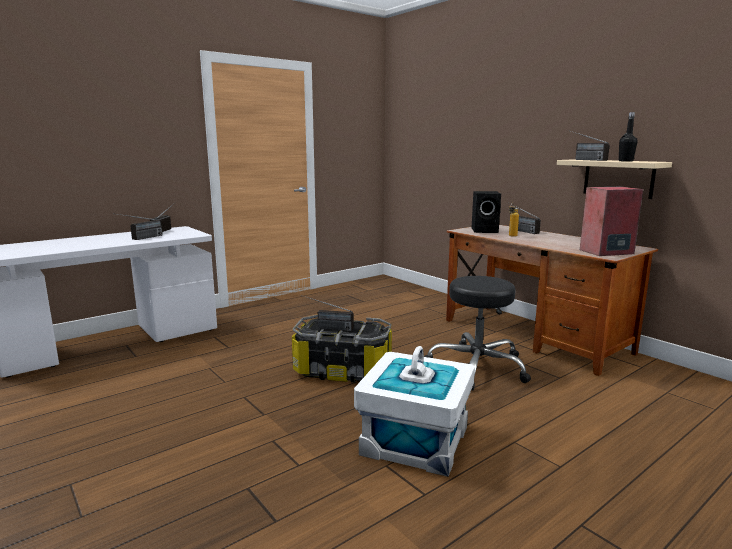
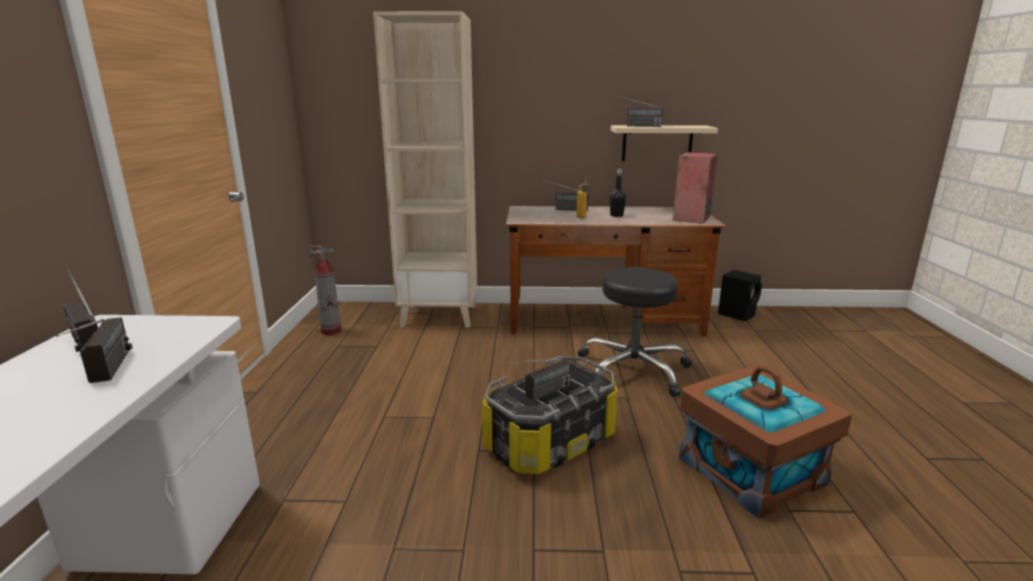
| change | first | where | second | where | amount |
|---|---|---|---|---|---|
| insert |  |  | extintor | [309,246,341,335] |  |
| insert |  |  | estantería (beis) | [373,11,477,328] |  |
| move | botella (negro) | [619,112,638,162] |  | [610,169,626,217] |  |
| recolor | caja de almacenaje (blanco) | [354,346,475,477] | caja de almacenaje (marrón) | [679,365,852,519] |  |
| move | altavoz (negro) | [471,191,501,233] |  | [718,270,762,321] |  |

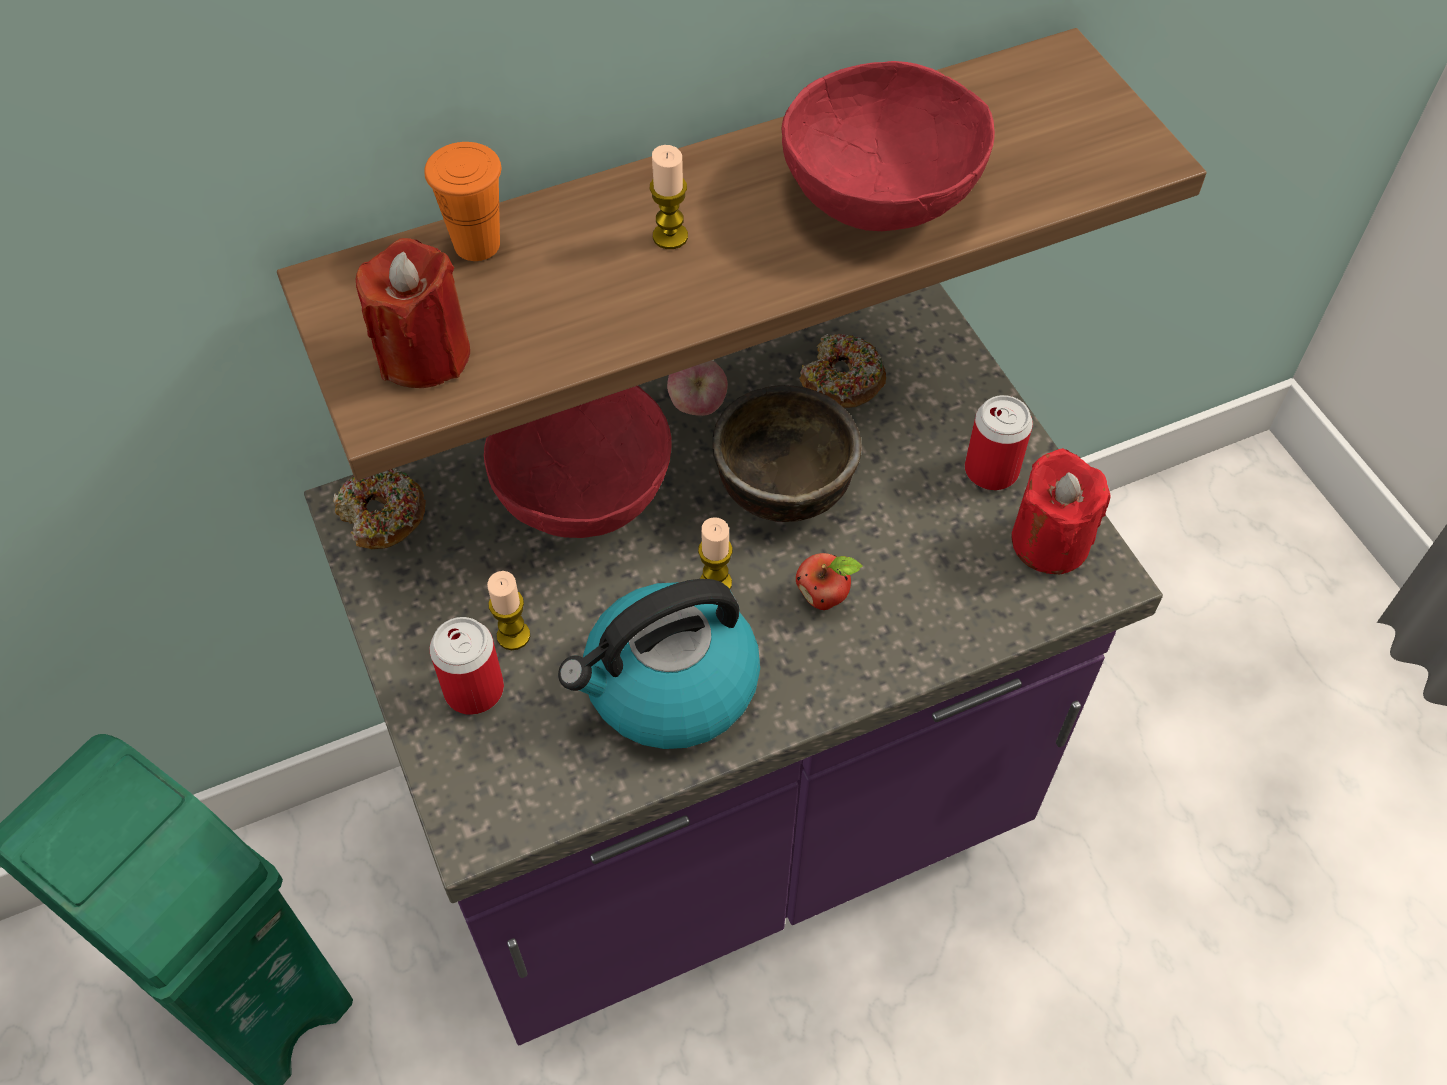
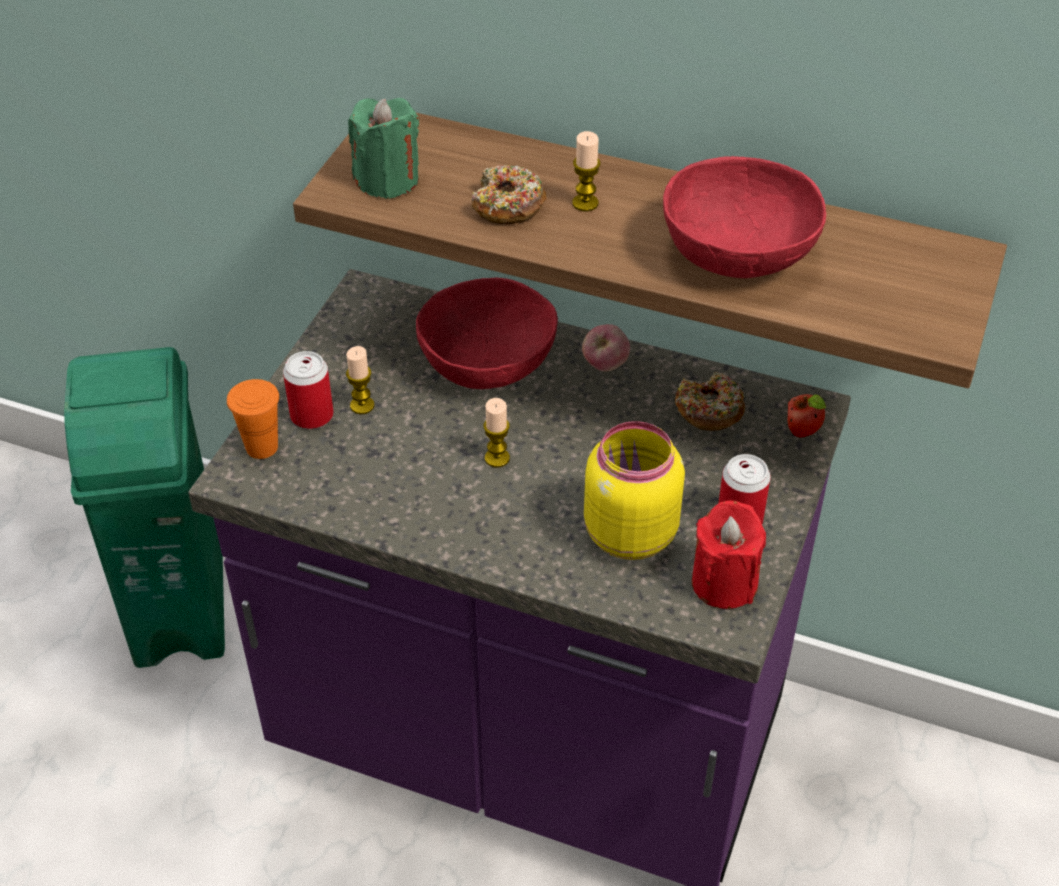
| change | first | where | second | where | amount |
|---|---|---|---|---|---|
| move | taza (naranja) | [424,142,501,261] |  | [227,379,279,459] |  |
| recolor | vela (rojo) | [356,238,470,388] | vela (verde) | [348,98,419,199] |  |
| move | rosquilla | [333,468,426,549] |  | [471,165,547,224] |  |
| insert |  |  | tarro (amarillo) | [584,421,685,560] |  |
| move | manzana | [796,553,863,610] |  | [788,394,826,438] |  |
| delete | hervidor | [558,579,760,749] |  |  |  |
| delete | cuenco (marrón) | [712,385,862,522] |  |  |  |

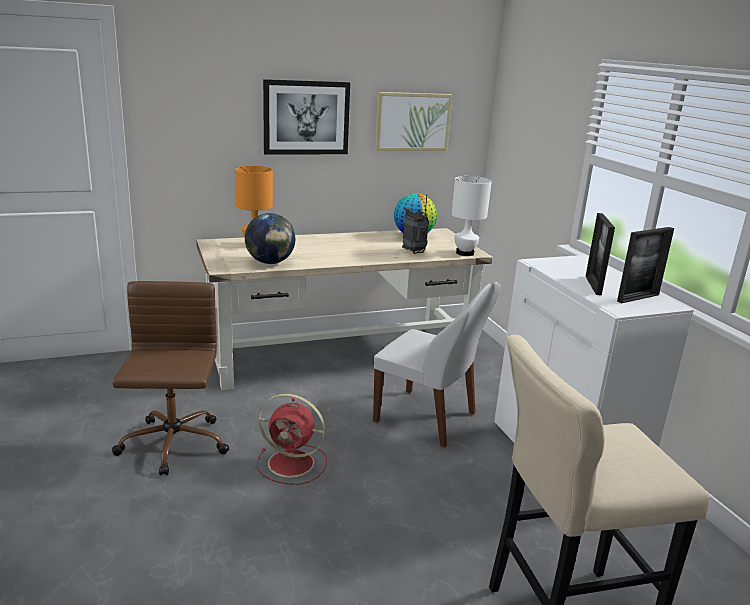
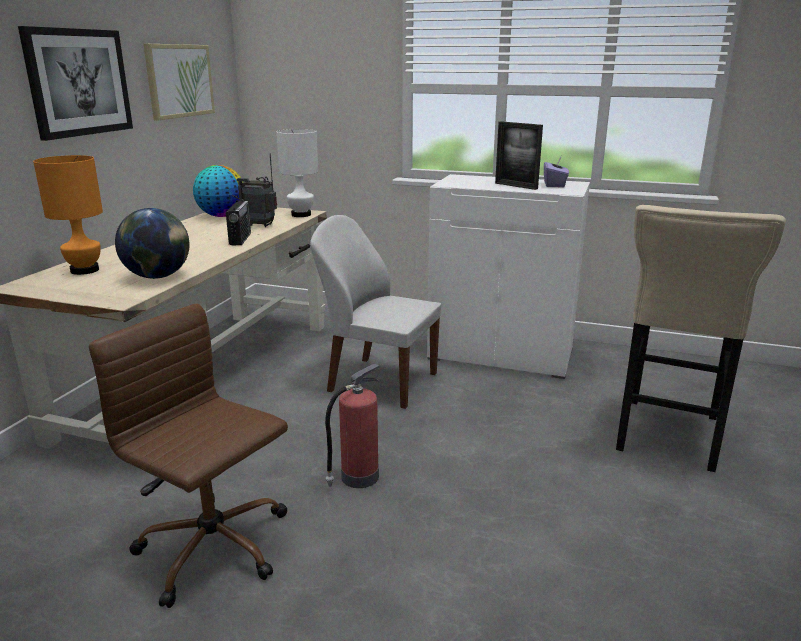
| change | first | where | second | where | amount |
|---|---|---|---|---|---|
| insert |  |  | radio | [226,195,251,245] |  |
| rotate | silla (blanco) | [373,282,501,448] |  | [310,215,441,409] | 135 degrees counterclockwise |
| replace | ventilador (rojo) | [257,394,327,485] | extintor | [325,363,379,488] |  |
| replace | portarretratos | [617,227,674,303] | caja de pañuelos (morado) | [544,157,569,187] |  |

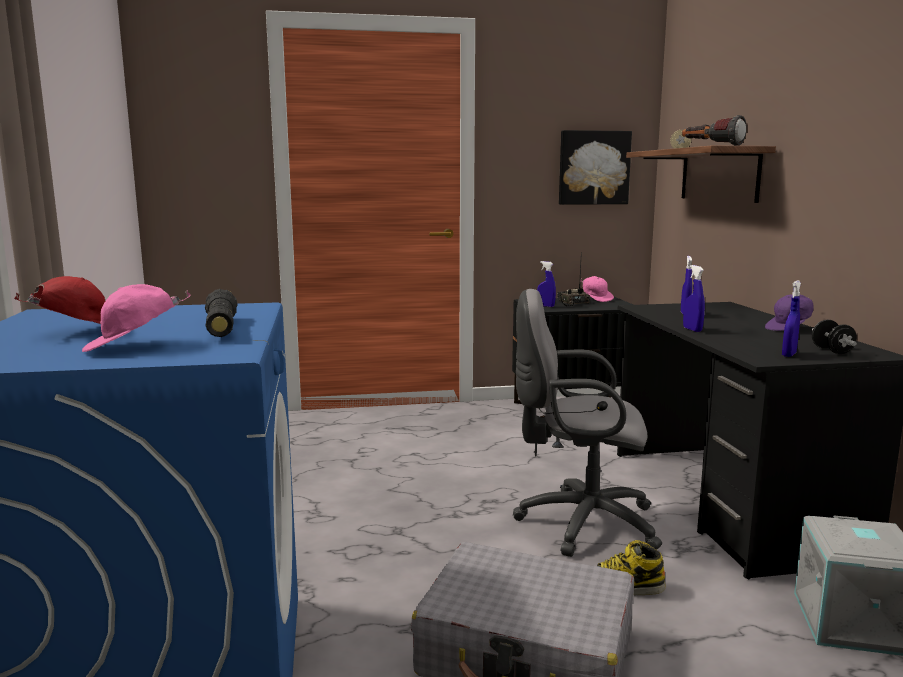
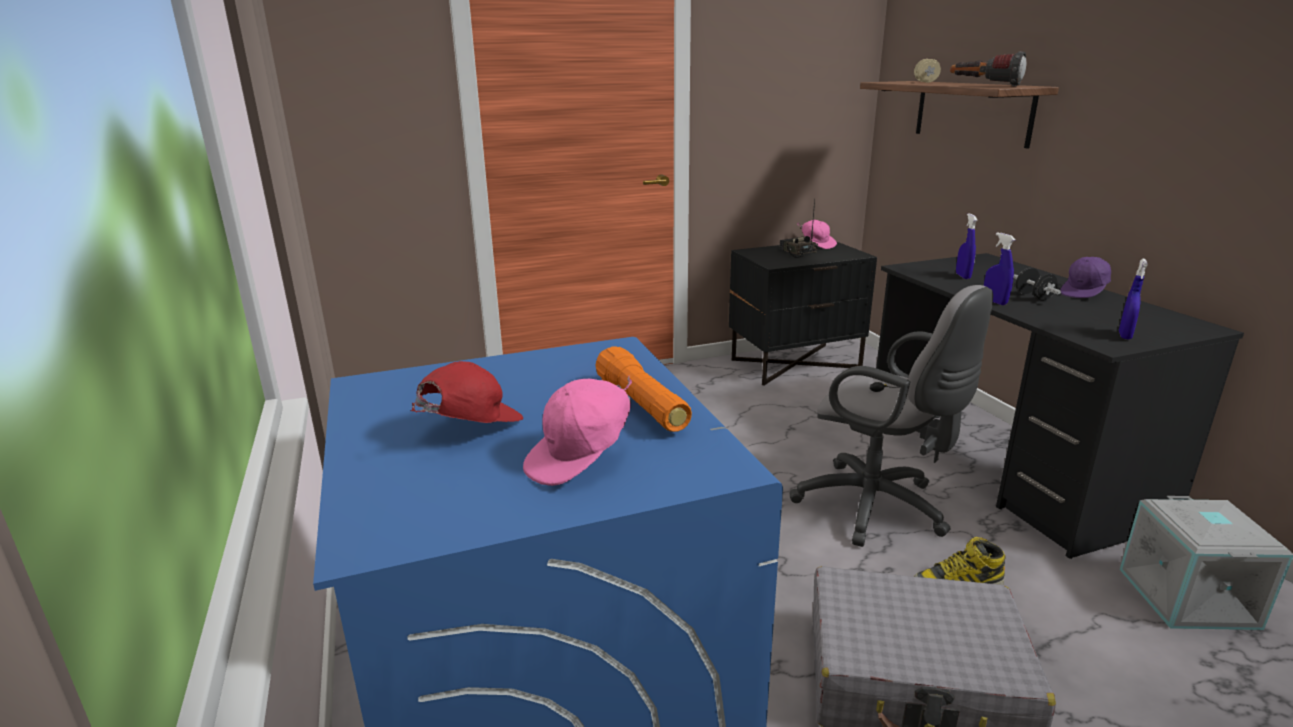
| change | first | where | second | where | amount |
|---|---|---|---|---|---|
| recolor | linterna (negro) | [205,289,237,337] | linterna (naranja) | [595,346,692,432] |  |
| rotate | silla de oficina (gris) | [513,289,662,557] |  | [790,285,993,547] | 135 degrees counterclockwise |
| move | mancuerna (negro) | [812,320,857,354] |  | [1014,268,1061,301] |  |
| delete | pulverizador (azul) | [537,261,556,307] |  |  |  |
| delete | cuadro | [559,130,632,205] |  |  |  |

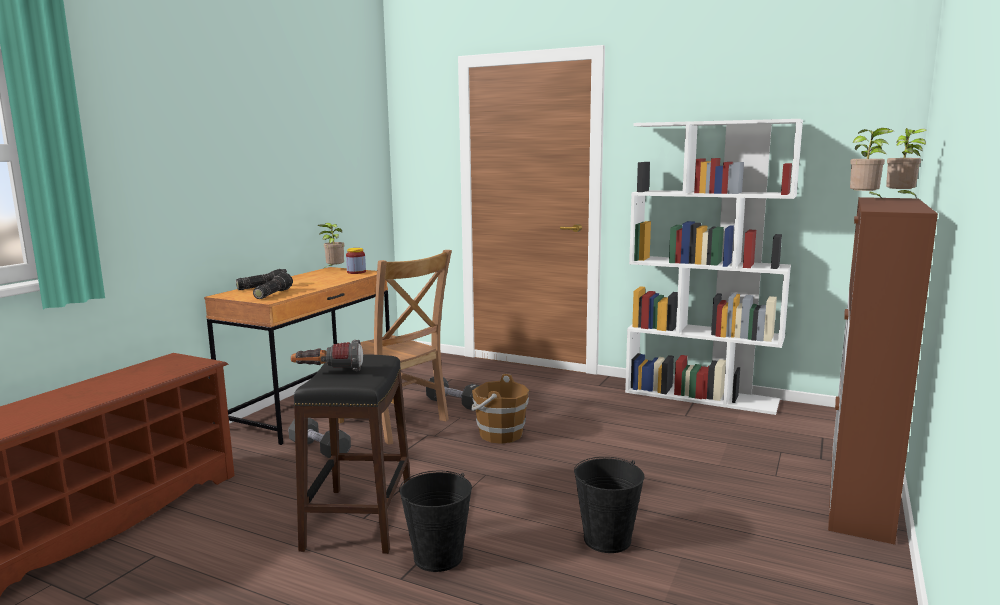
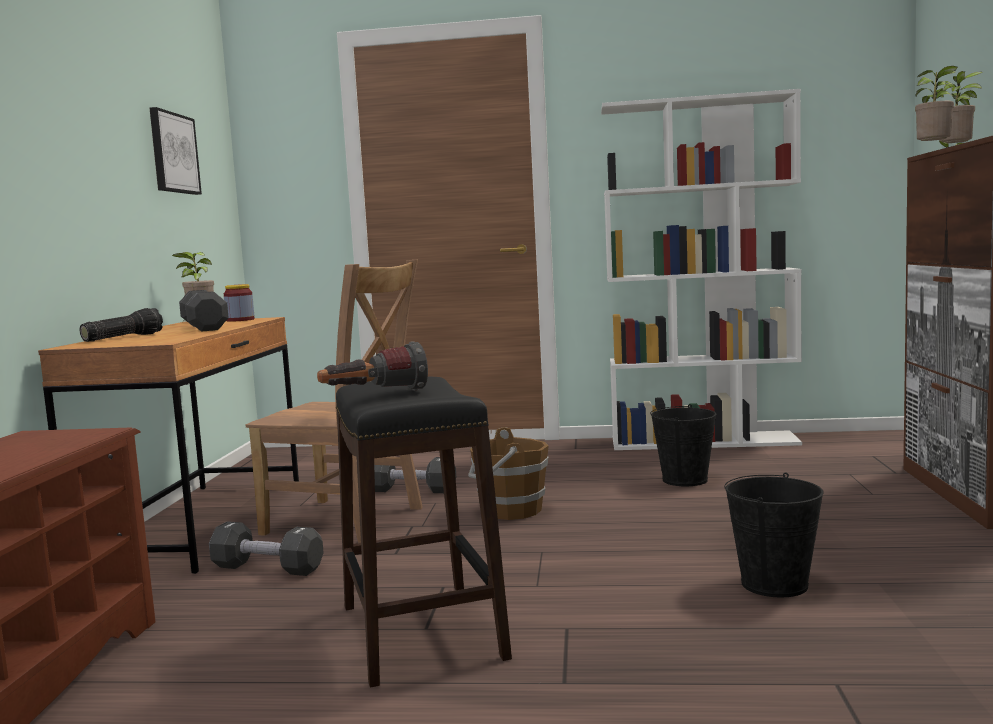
| change | first | where | second | where | amount |
|---|---|---|---|---|---|
| insert |  |  | cuadro | [150,107,202,195] |  |
| insert |  |  | mancuerna (negro) | [179,290,229,331] |  |
| move | cubo (negro) | [399,471,472,572] |  | [650,404,716,486] |  |
| delete | linterna | [253,273,293,299] |  |  |  |

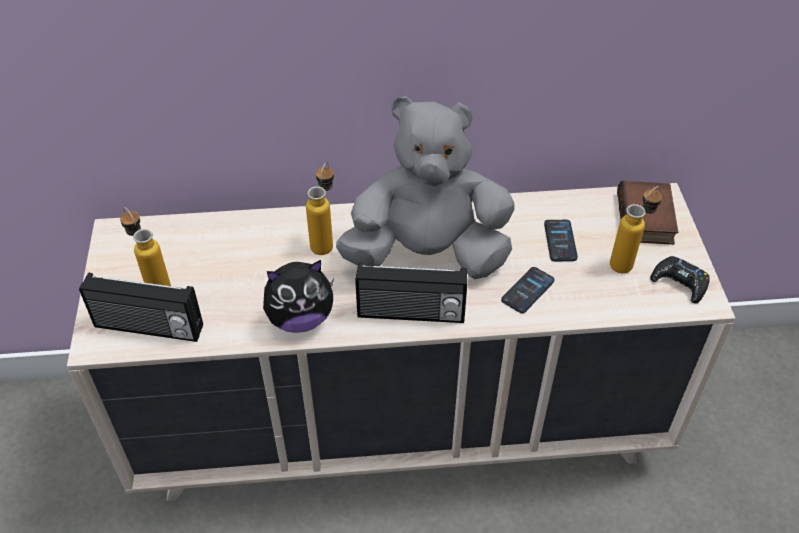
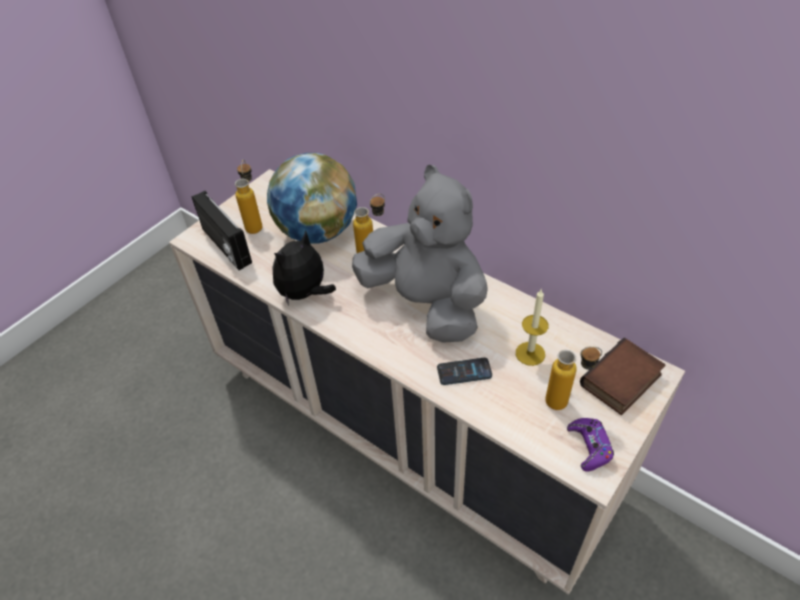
| change | first | where | second | where | amount |
|---|---|---|---|---|---|
| insert |  |  | globo terráqueo | [267,153,357,244] |  |
| rotate | peluche | [263,260,334,333] |  | [272,231,336,305] | 105 degrees clockwise |
| replace | móvil | [544,220,578,261] | vela | [516,290,548,366] |  |
| recolor | mando de consola (negro) | [650,256,710,303] | mando de consola (morado) | [567,418,614,472] |  |
| delete | radio | [355,263,467,323] |  |  |  |

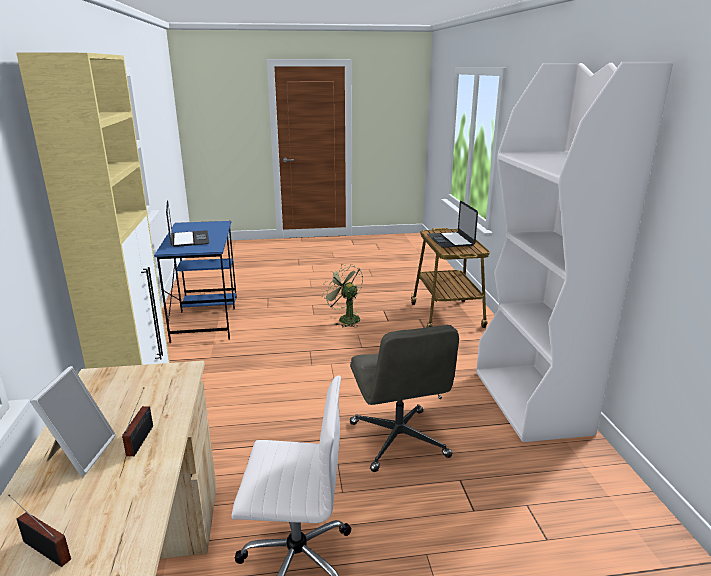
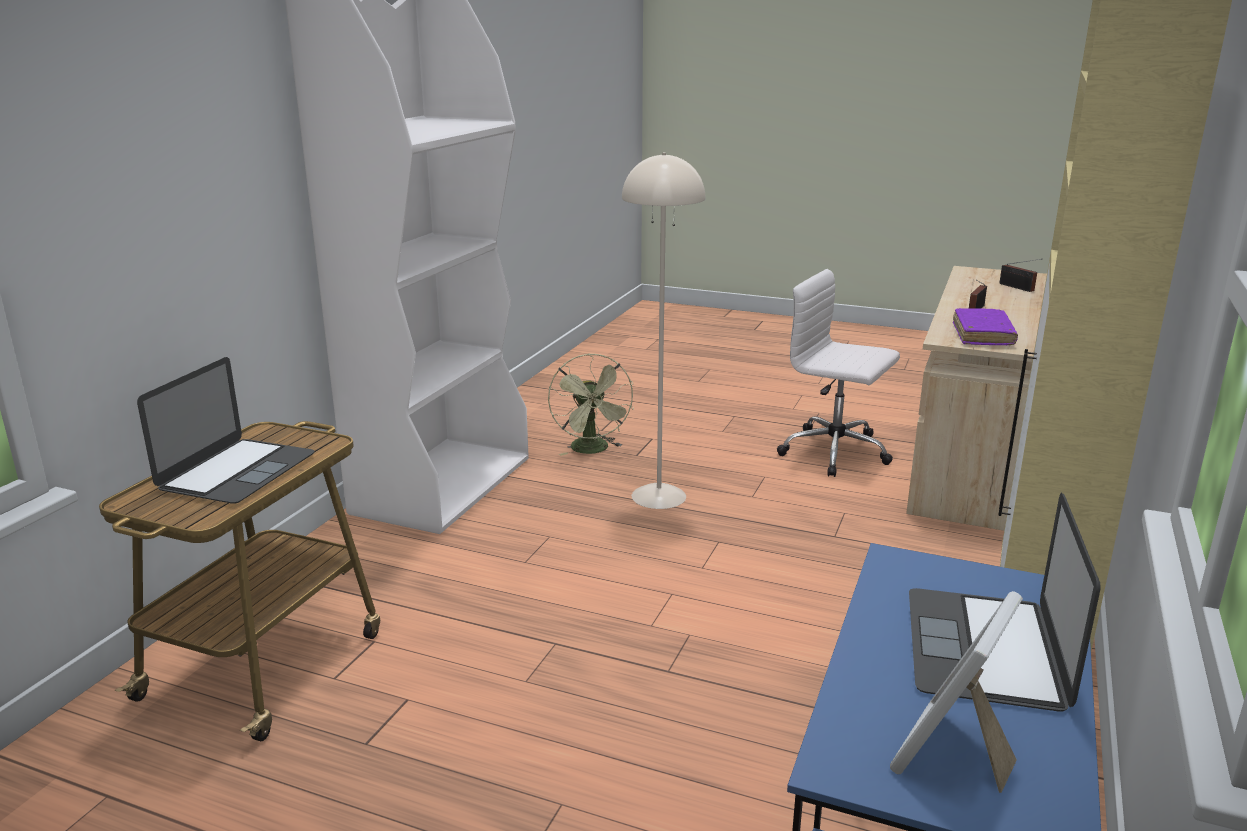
| change | first | where | second | where | amount |
|---|---|---|---|---|---|
| move | ventilador (verde) | [322,264,363,327] |  | [548,354,634,456] |  |
| replace | silla de oficina (gris) | [350,325,459,472] | lámpara de pie (beis) | [622,152,705,509] |  |
| move | portarretratos | [30,366,116,476] |  | [890,591,1023,793] |  |
| insert |  |  | libro (morado) | [953,308,1018,345] |  |

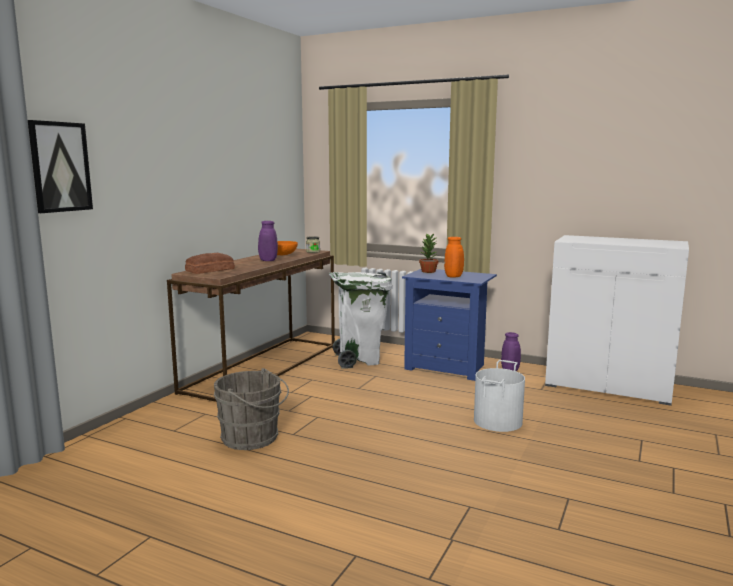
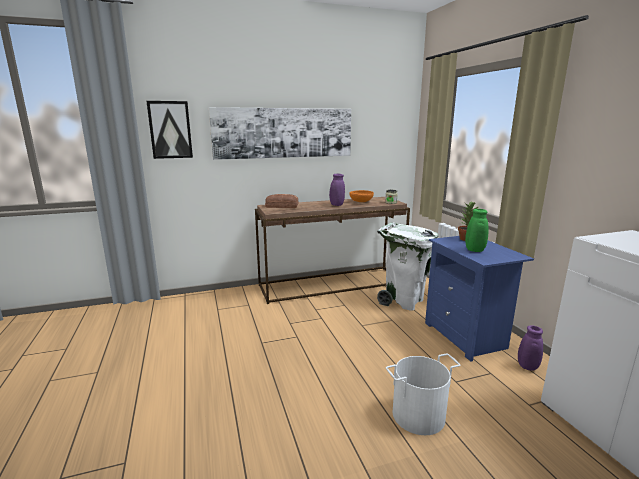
| change | first | where | second | where | amount |
|---|---|---|---|---|---|
| insert |  |  | cuadro | [209,107,351,160] |  |
| recolor | florero (naranja) | [444,237,464,278] | florero (verde) | [465,209,488,252] |  |
| delete | cubo (gris) | [213,368,289,450] |  |  |  |

